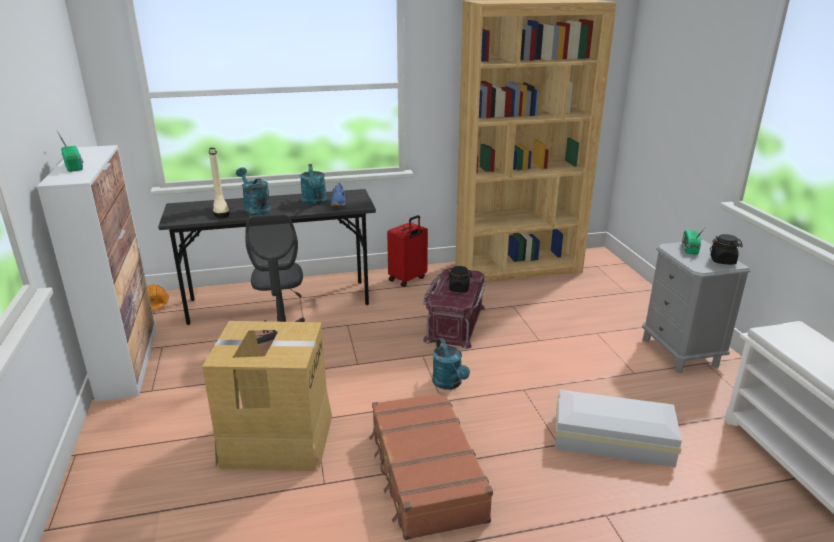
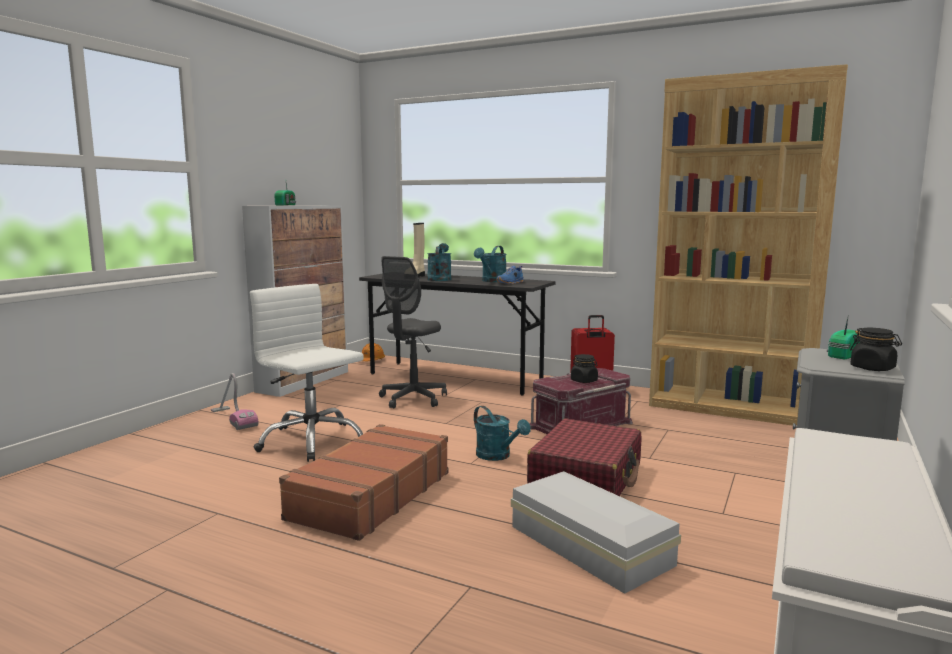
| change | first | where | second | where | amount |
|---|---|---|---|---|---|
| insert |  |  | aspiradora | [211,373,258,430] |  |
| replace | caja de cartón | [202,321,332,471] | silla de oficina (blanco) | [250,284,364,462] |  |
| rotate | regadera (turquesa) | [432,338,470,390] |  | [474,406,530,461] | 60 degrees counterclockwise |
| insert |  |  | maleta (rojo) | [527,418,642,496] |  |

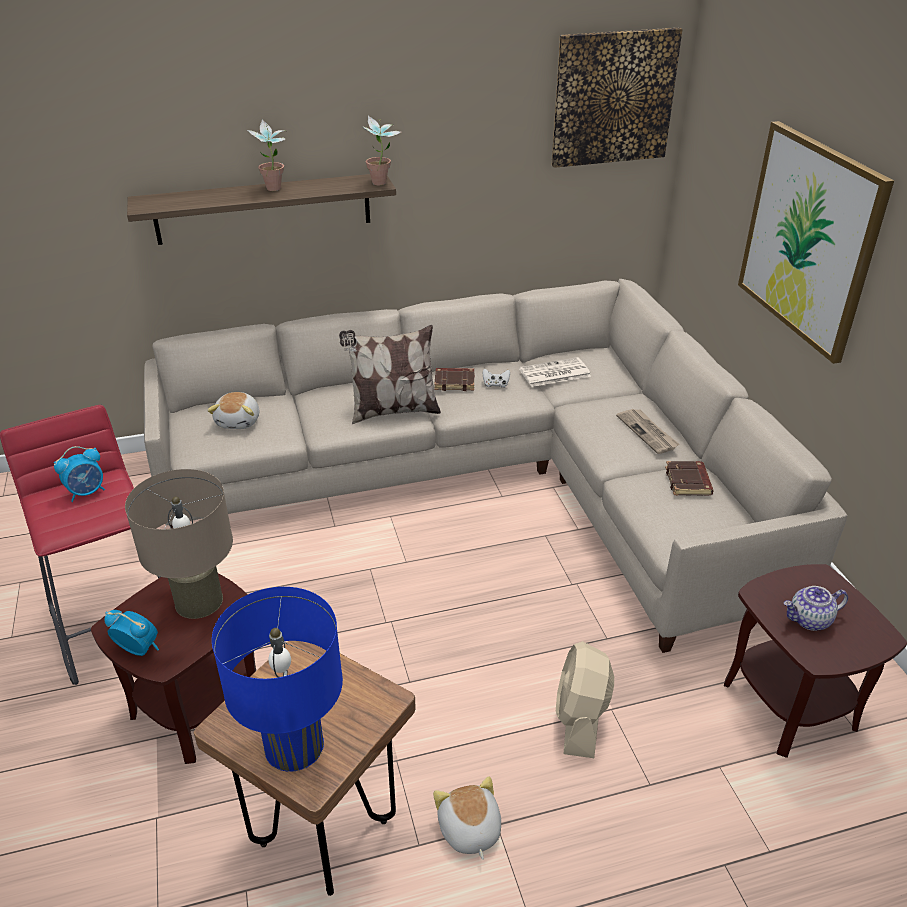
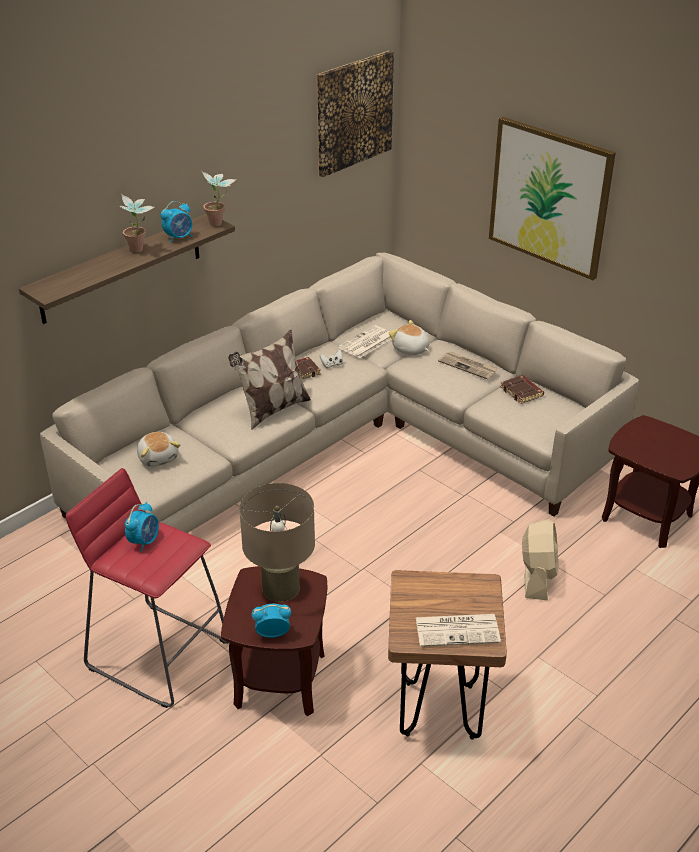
| change | first | where | second | where | amount |
|---|---|---|---|---|---|
| insert |  |  | despertador | [161,201,192,243] |  |
| move | peluche | [433,776,501,860] |  | [389,320,430,355] |  |
| replace | lámpara de mesa (azul) | [212,587,343,772] | periódico | [416,614,501,647] |  |
| rotate | ventilador (beis) | [556,641,614,758] |  | [522,519,558,600] | 150 degrees counterclockwise |
| delete | tetera | [784,586,848,631] |  |  |  |

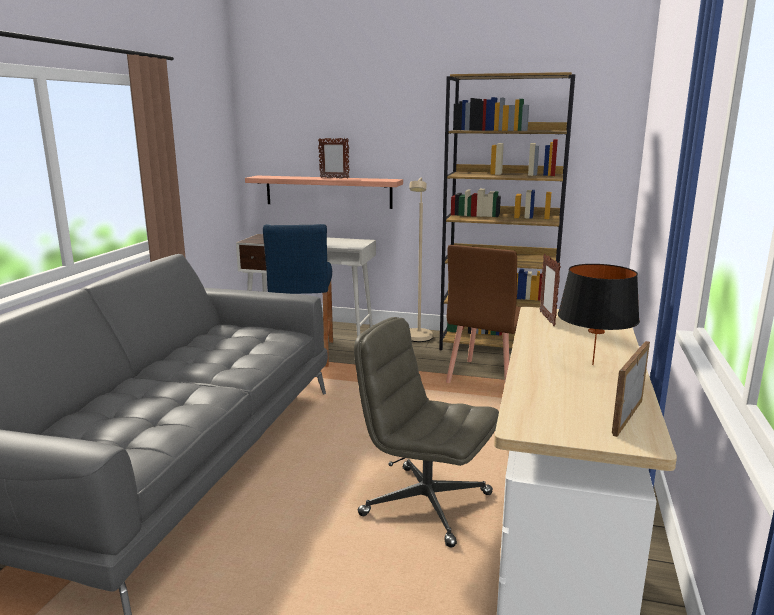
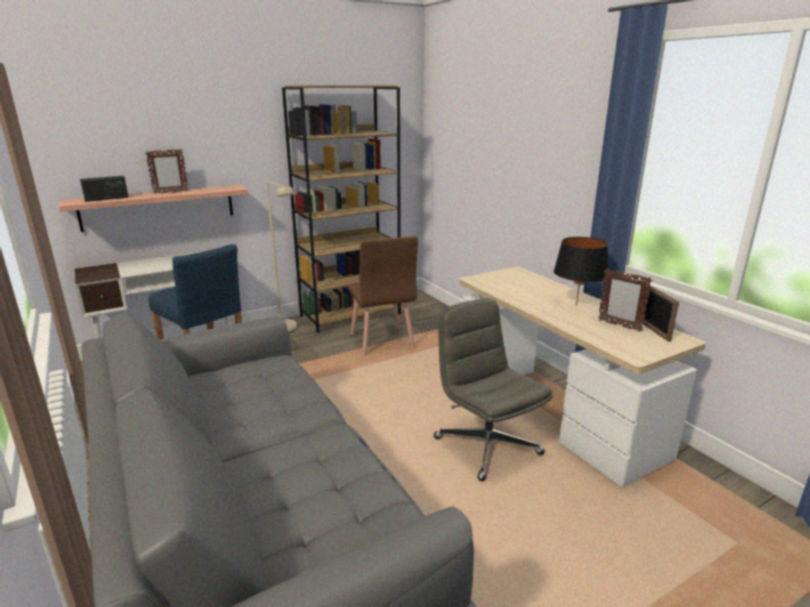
| change | first | where | second | where | amount |
|---|---|---|---|---|---|
| insert |  |  | radio | [80,176,128,202] |  |
| rotate | silla de oficina (gris) | [354,317,499,547] |  | [434,298,553,481] | 75 degrees clockwise |
| move | portarretratos | [540,254,561,326] |  | [598,269,652,332] |  |

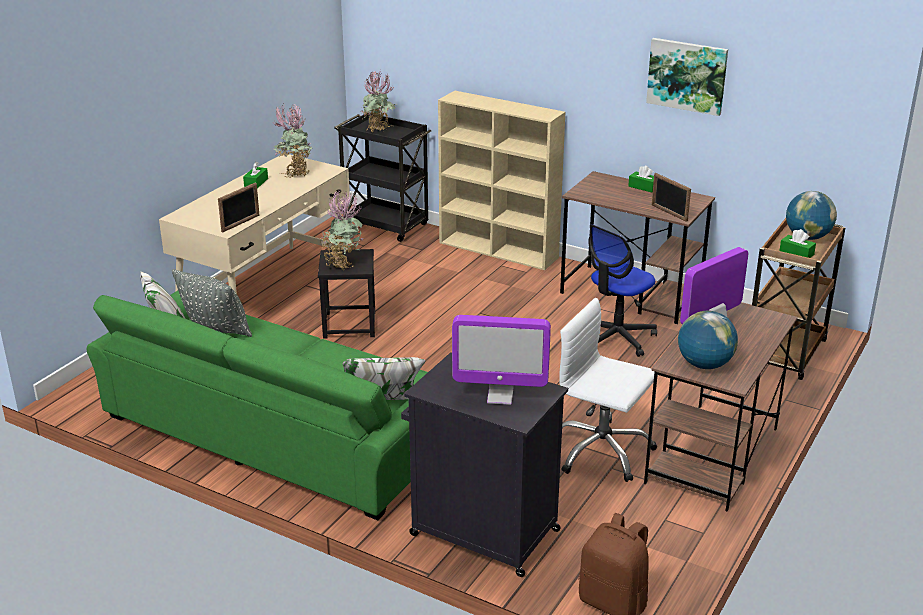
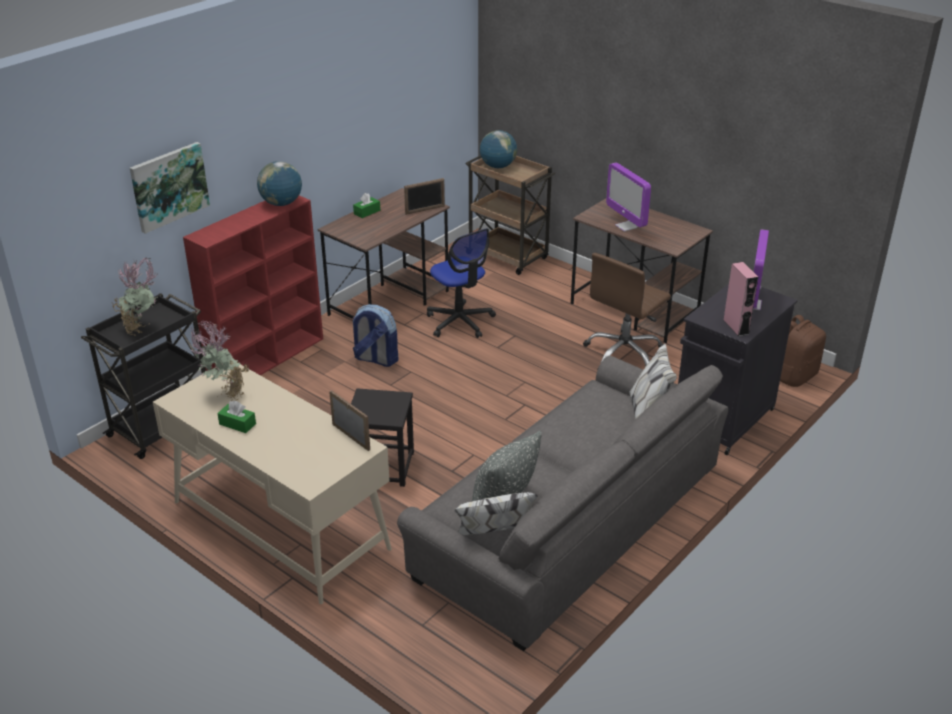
| change | first | where | second | where | amount |
|---|---|---|---|---|---|
| move | cuadro | [646,38,728,116] |  | [130,142,210,234] |  |
| recolor | estantería (beis) | [438,91,565,270] | estantería (rojo) | [183,196,323,375] |  |
| move | globo terráqueo | [678,311,738,369] |  | [257,161,302,206] |  |
| insert |  |  | mochila | [352,304,399,367] |  |
| recolor | sofá (verde) | [86,271,428,520] | sofá (gris) | [397,344,728,651] |  |
| recolor | silla de oficina (blanco) | [559,298,658,482] | silla de oficina (marrón) | [583,253,671,368] |  |
| insert |  |  | altavoz (rosa) | [723,262,758,336] |  |
| delete | planta en maceta | [321,190,365,271] |  |  |  |
| delete | caja de pañuelos (verde) | [779,229,816,258] |  |  |  |

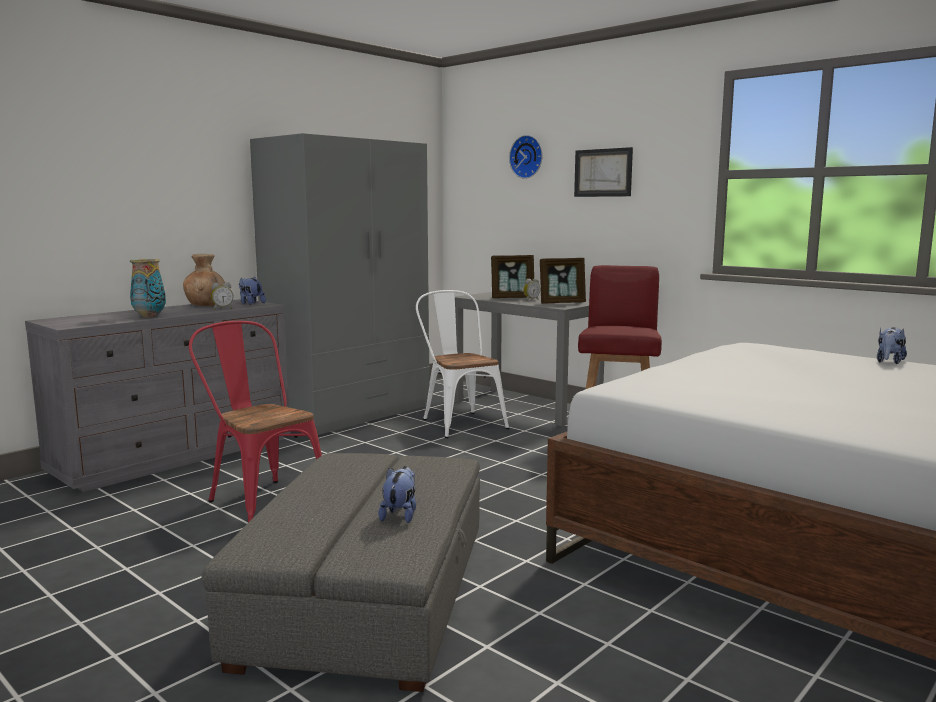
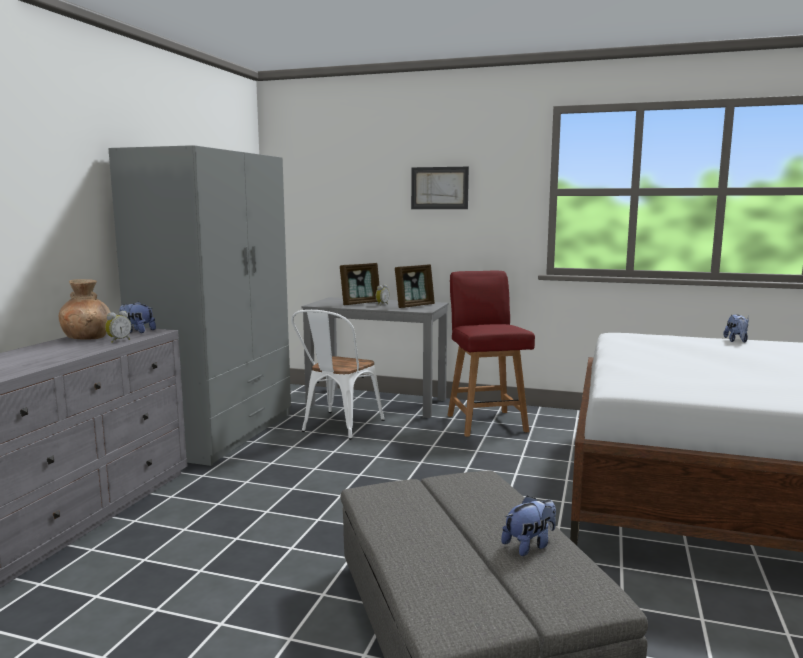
| change | first | where | second | where | amount |
|---|---|---|---|---|---|
| rotate | silla (blanco) | [416,290,509,438] |  | [291,310,385,440] | 105 degrees counterclockwise |
| rotate | peluche | [378,466,416,523] |  | [501,496,556,556] | 75 degrees clockwise |
| delete | florero | [130,259,166,318] |  |  |  |
| delete | silla (rojo) | [189,321,322,523] |  |  |  |
| delete | reloj de pared | [509,135,543,179] |  |  |  |

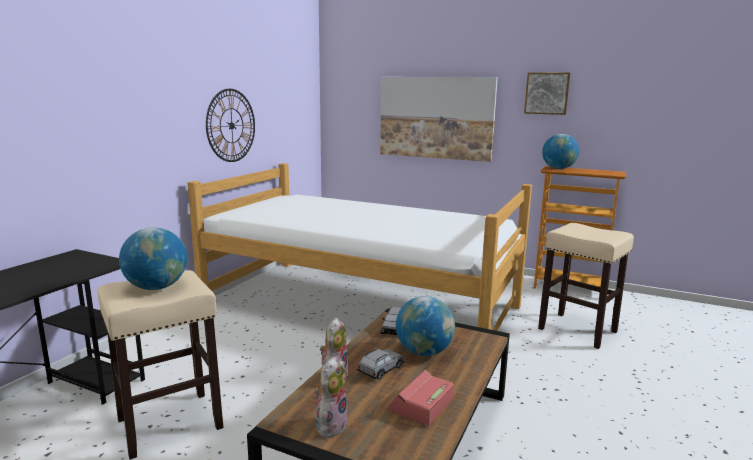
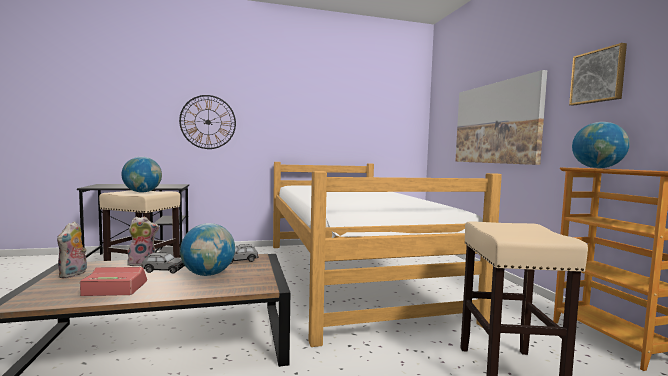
| change | first | where | second | where | amount |
|---|---|---|---|---|---|
| rotate | peluche | [315,356,349,438] |  | [57,221,87,278] | 105 degrees clockwise |
| move | reloj de pared | [206,89,255,162] |  | [179,95,236,149] |  |

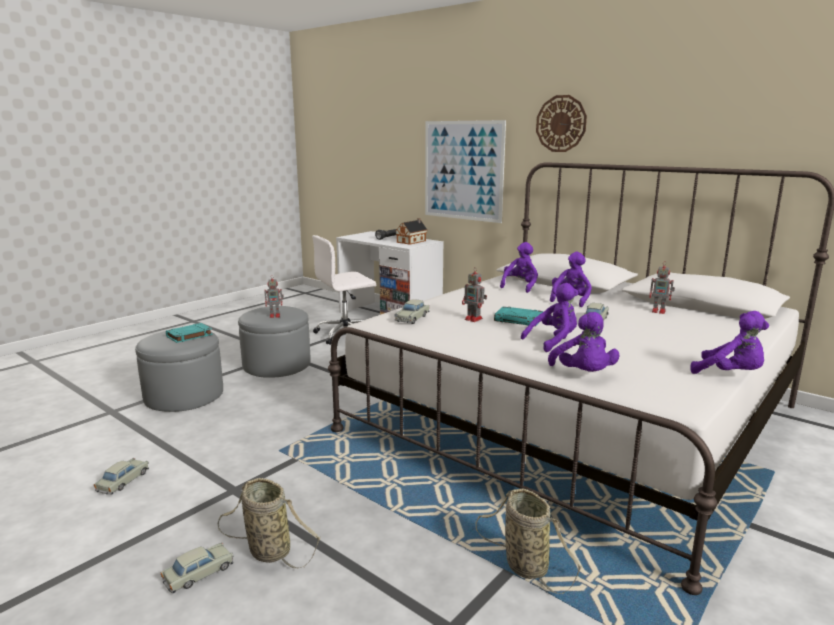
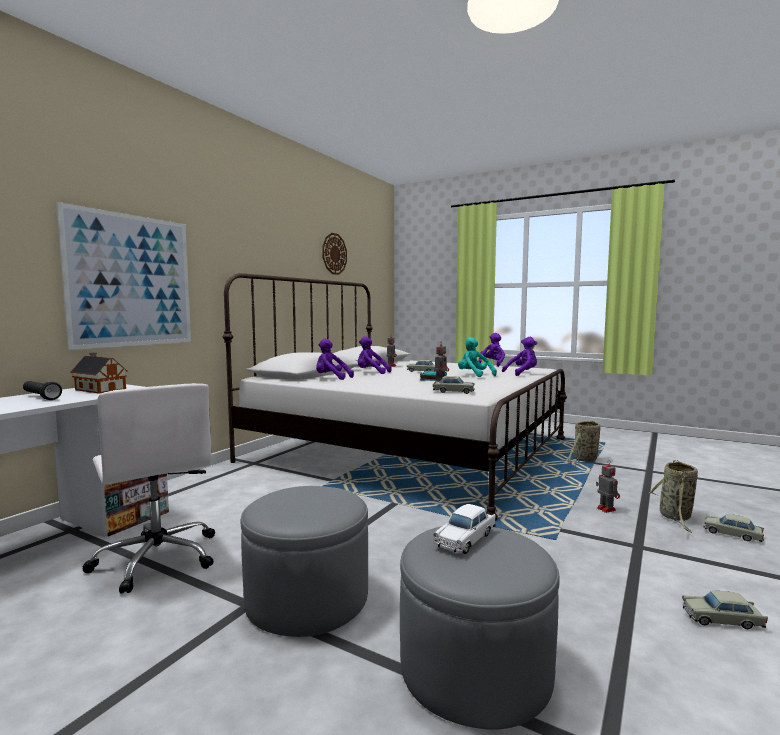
| change | first | where | second | where | amount |
|---|---|---|---|---|---|
| move | reloj de pared | [536,95,587,152] |  | [322,233,347,275] |  |
| replace | libro (turquesa) | [166,323,213,343] | coche de juguete (blanco) | [433,504,496,554] |  |
| recolor | peluche (morado) | [521,283,579,352] | peluche (turquesa) | [458,337,497,377] |  |
| move | robot de juguete | [264,275,284,318] |  | [596,460,620,513] |  |

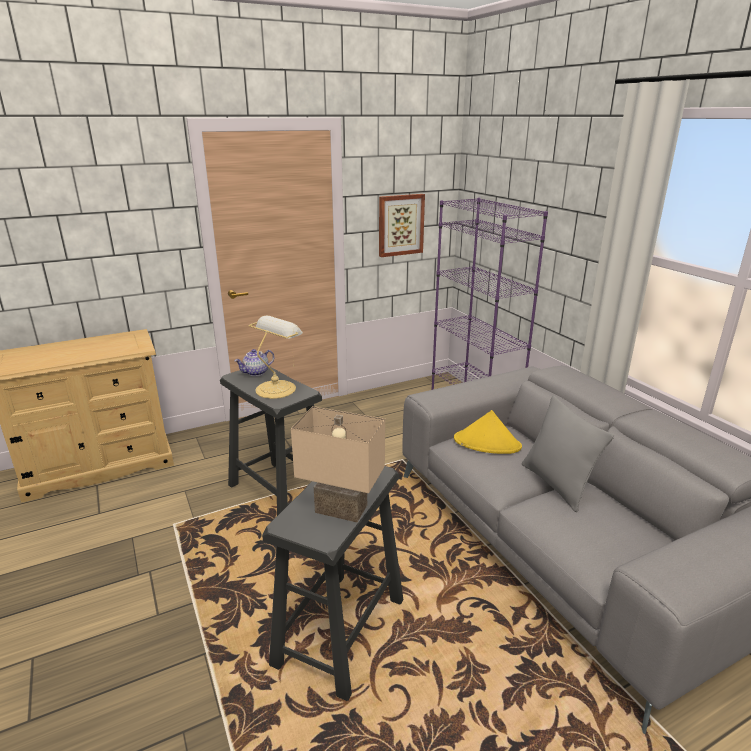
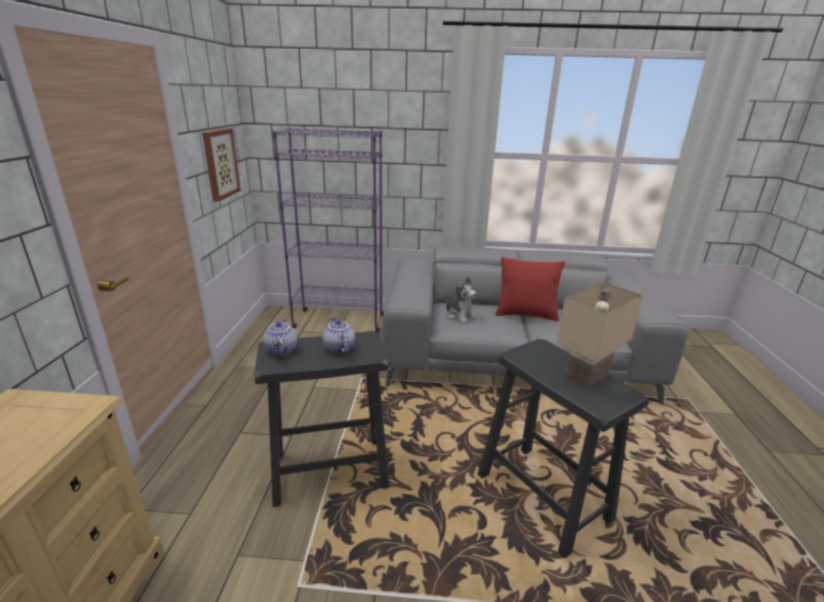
| change | first | where | second | where | amount |
|---|---|---|---|---|---|
| replace | lámpara de mesa | [248,315,303,399] | tetera | [323,316,355,354] |  |
| replace | sombrero (amarillo) | [454,410,522,454] | peluche | [445,277,477,324] |  |
| recolor | cojín (gris) | [522,395,614,512] | cojín (rojo) | [495,257,565,321] |  |

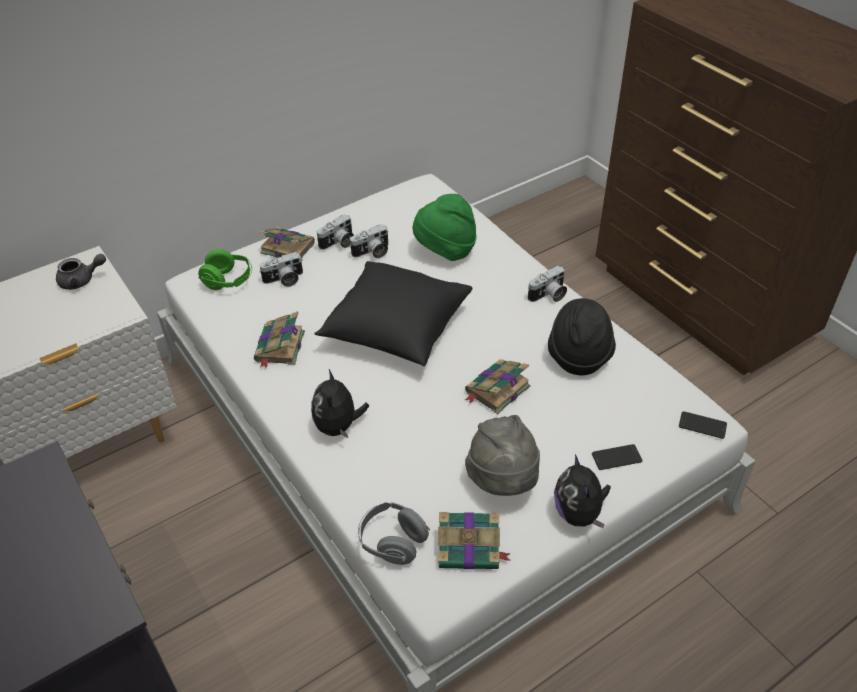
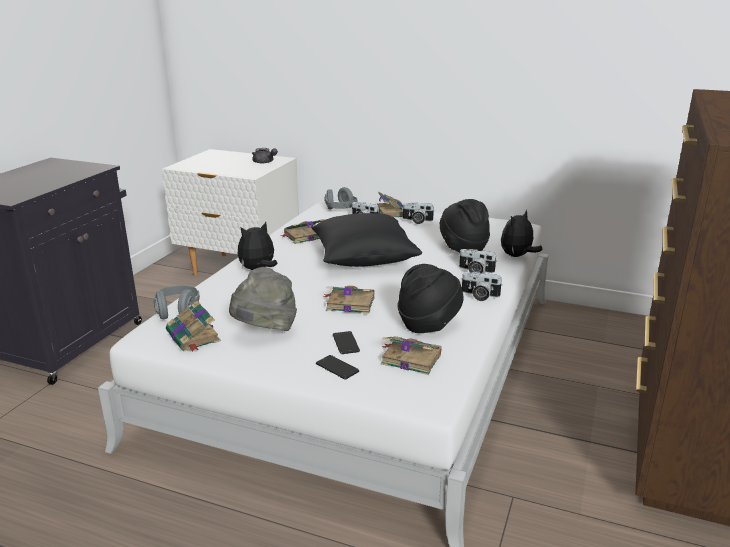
| change | first | where | second | where | amount |
|---|---|---|---|---|---|
| recolor | auriculares (verde) | [198,249,252,290] | auriculares (gris) | [325,187,358,209] |  |
| move | móvil | [679,411,727,439] |  | [333,331,360,354] |  |
| insert |  |  | libro | [381,336,442,375] |  |
| recolor | sombrero (verde) | [413,194,477,261] | sombrero (negro) | [439,199,490,252] |  |
| move | cámara | [350,224,388,258] |  | [459,249,496,274] |  |
| move | peluche | [554,455,611,528] |  | [501,209,543,257] |  |

